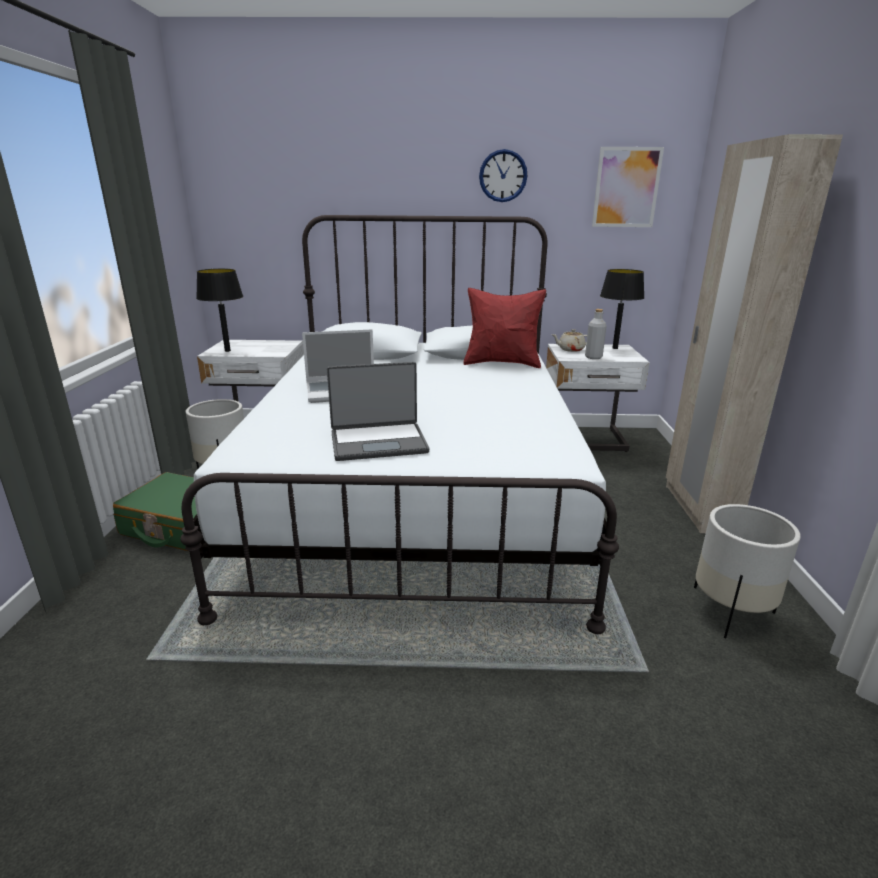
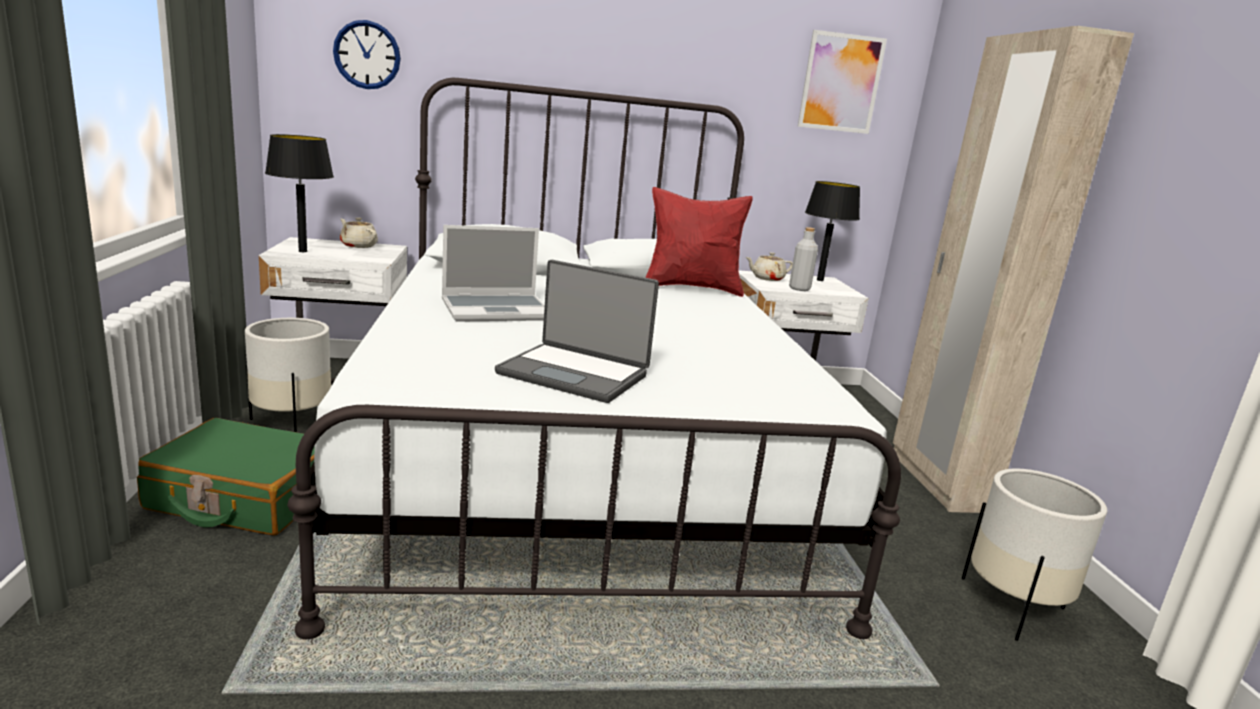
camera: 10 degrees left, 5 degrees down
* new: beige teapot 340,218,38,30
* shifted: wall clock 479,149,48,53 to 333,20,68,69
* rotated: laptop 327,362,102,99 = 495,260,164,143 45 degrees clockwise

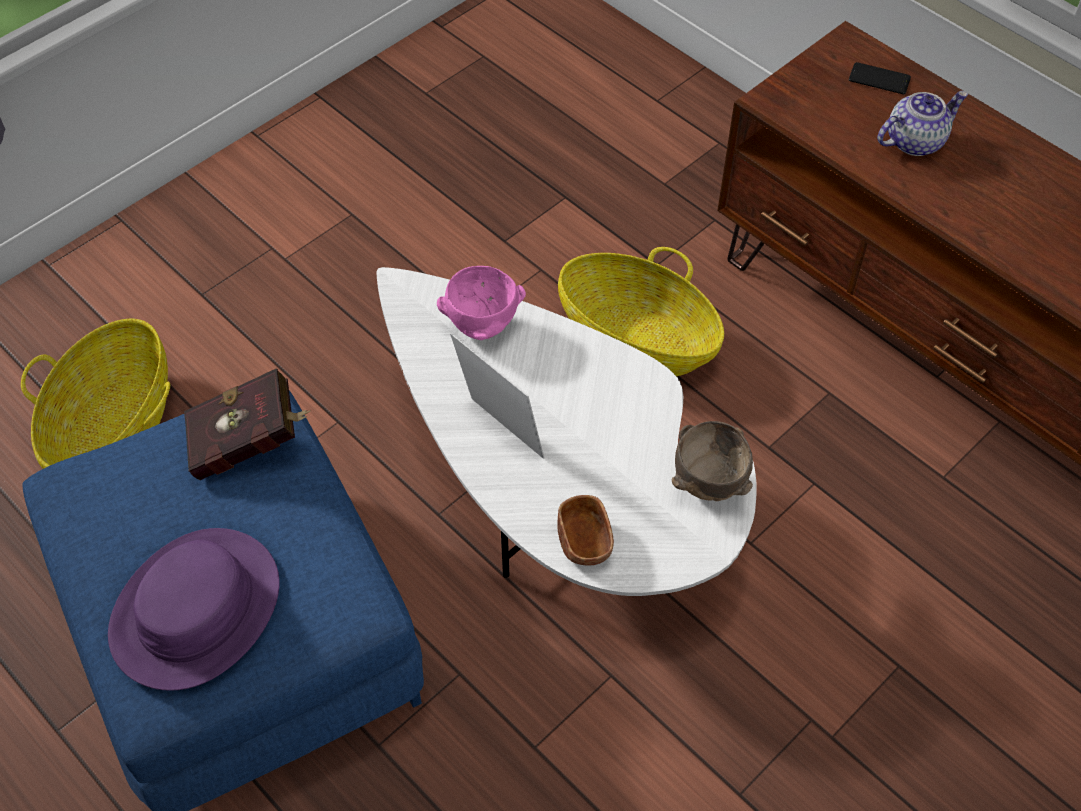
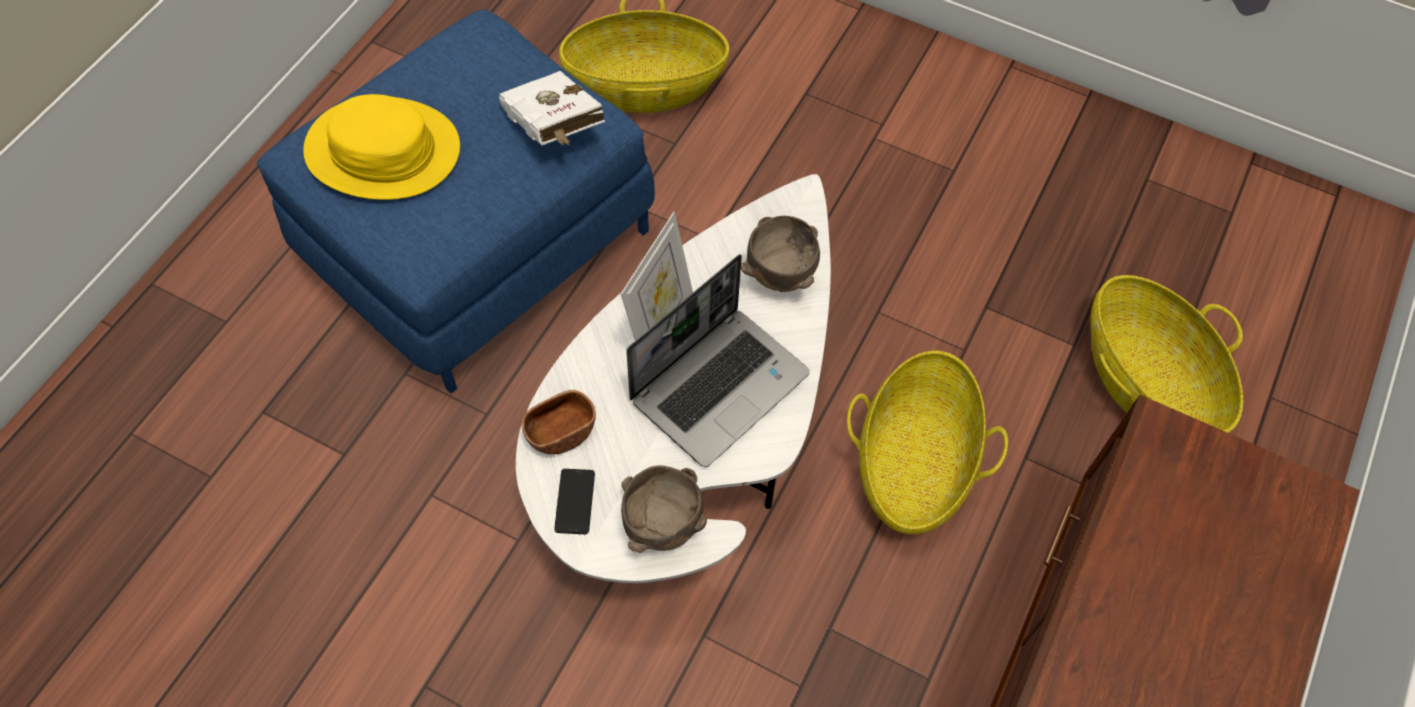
camera: 70 degrees right, 5 degrees up
* gone: teapot 877,91,91,65
* new: laptop 626,254,184,213
* new: basket 1090,275,153,158
* shifted: phone 849,62,62,32 to 554,469,41,65
* repainted: purple hat 108,528,172,163 to yellow hat 303,94,157,106
* repainted: red book 184,368,127,112 to white book 499,71,106,75
* repainted: pink bowl 437,266,89,74 to brown bowl 741,216,79,76

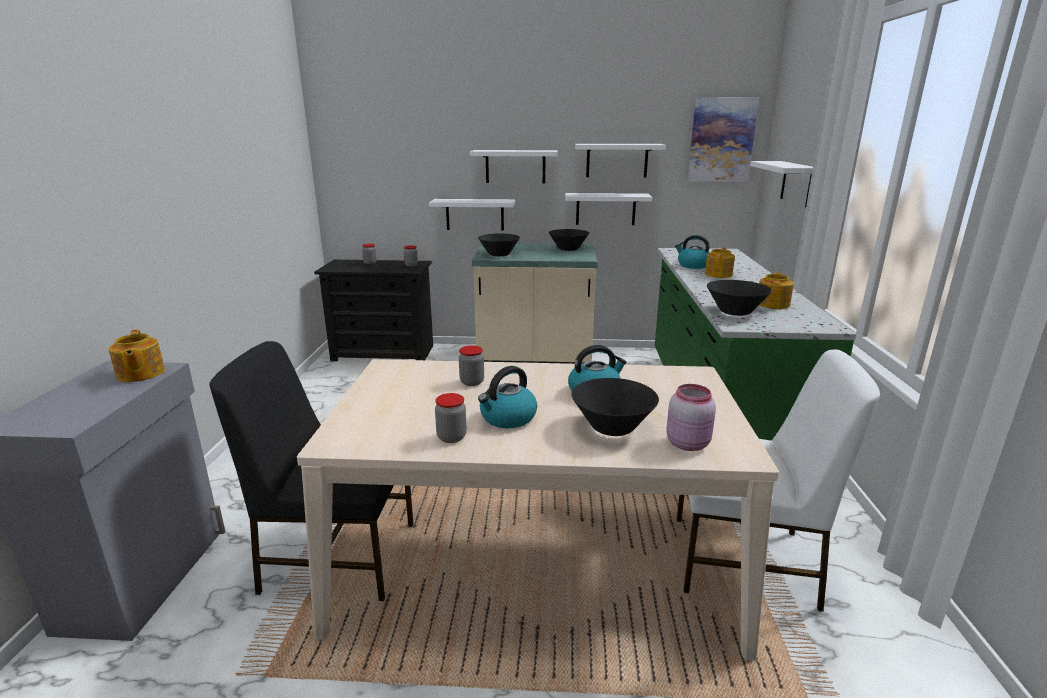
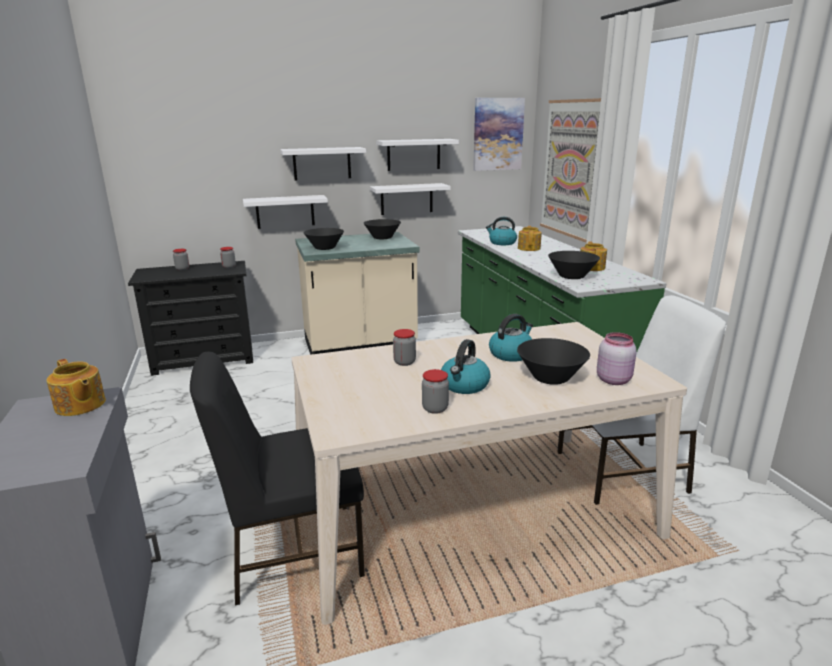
camera: 20 degrees left, 0 degrees up
* swapped: white shelf 750,161,63,47 to picture 540,98,61,144

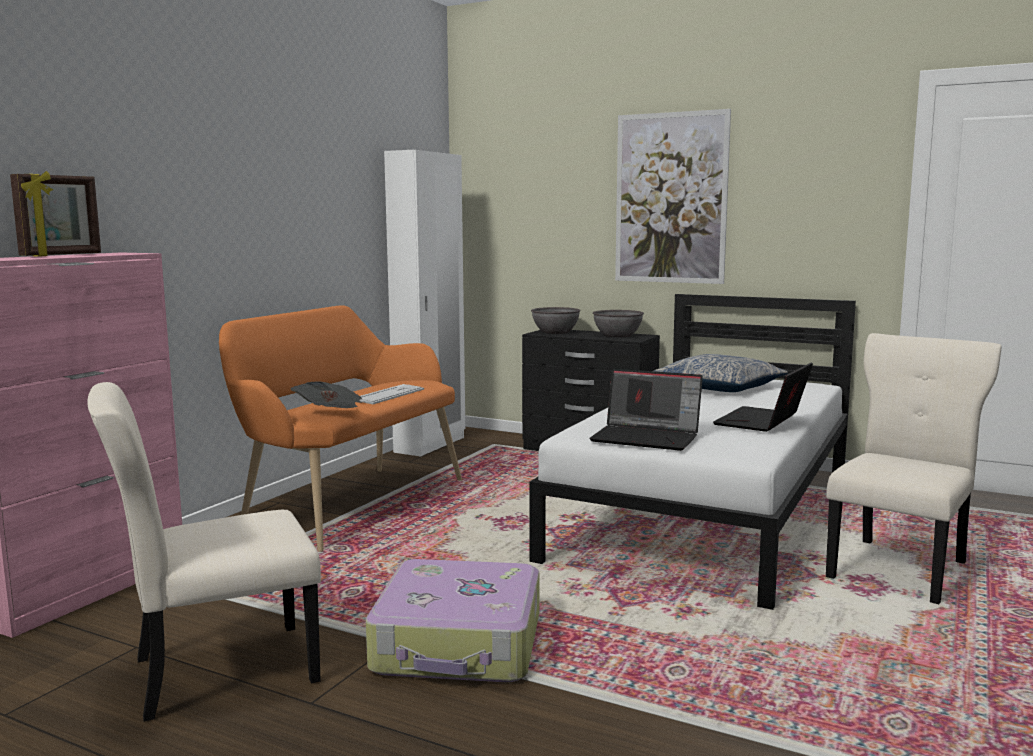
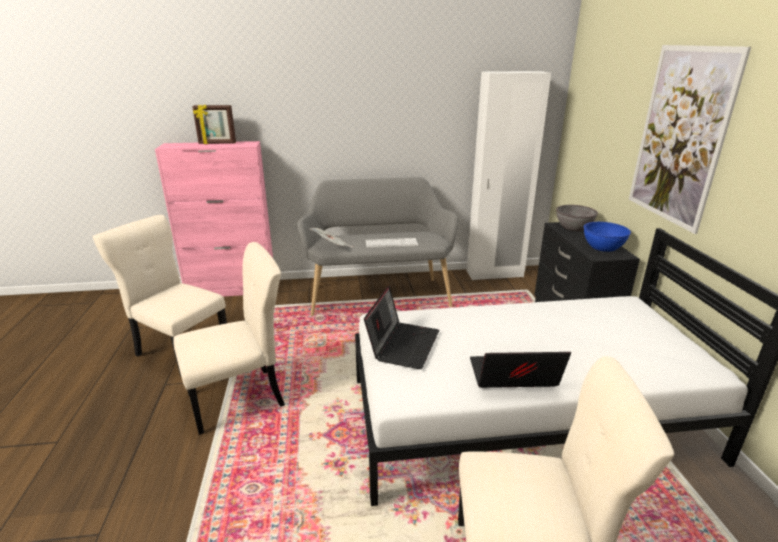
camera: 55 degrees right, 15 degrees up
* gone: pillow 654,354,134,38
* swapped: suitcase 366,559,173,123 to beige chair 173,242,112,193
* repainted: orange bench 219,305,243,247 to grey bench 297,177,161,139
* repainted: grey bowl 593,310,51,27 to blue bowl 584,222,47,30
* rotated: laptop 589,369,114,82 = 364,286,75,83 150 degrees counterclockwise

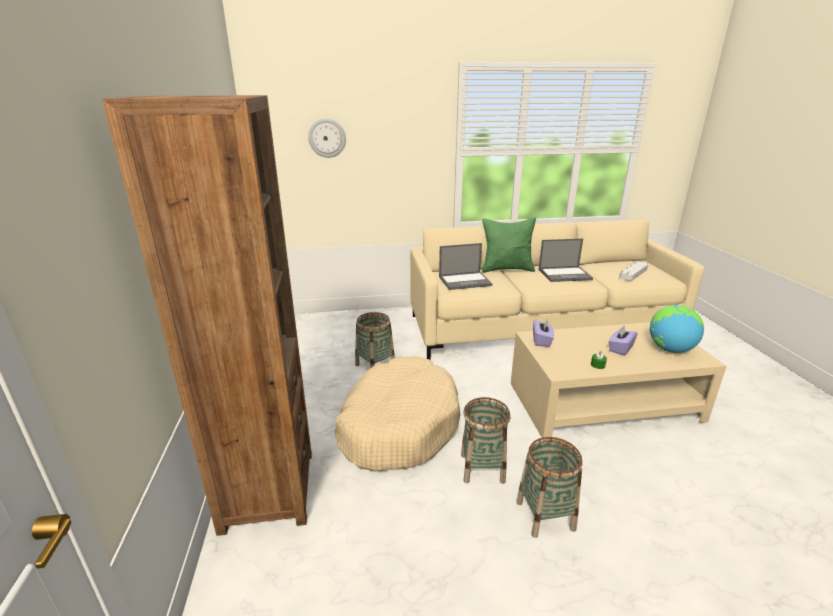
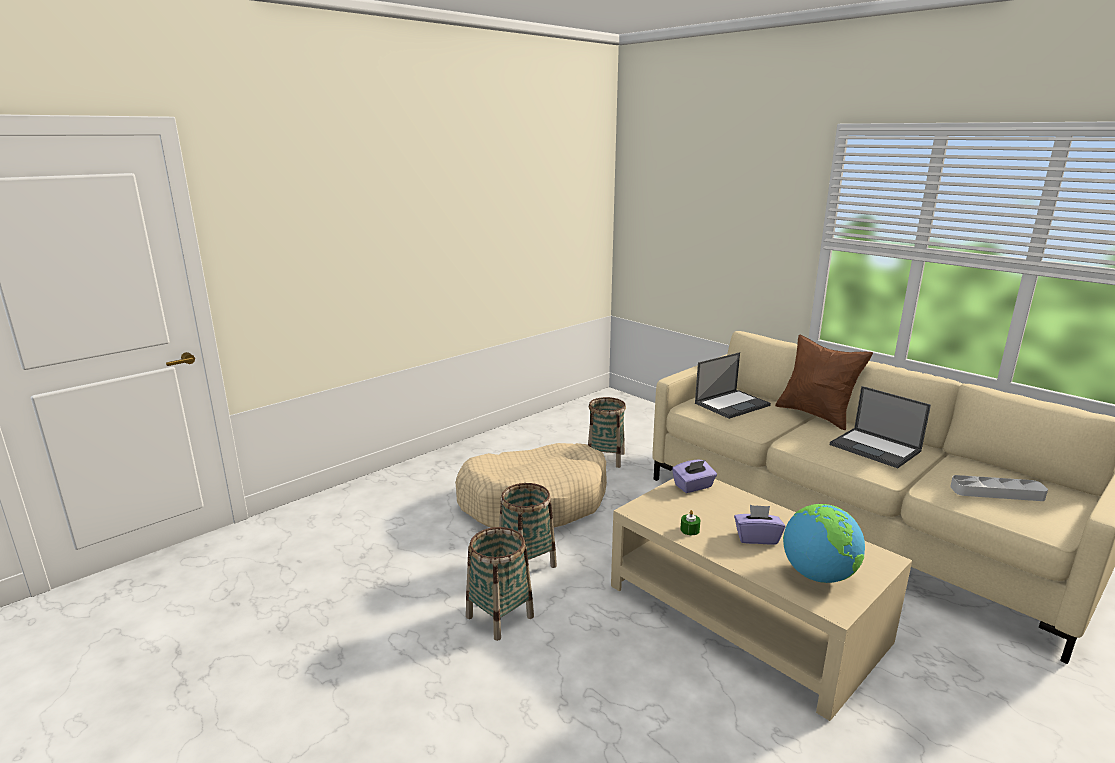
camera: 55 degrees right, 5 degrees down
* gone: brown bookcase 102,95,210,441
* gone: wall clock 308,118,38,40
* repainted: green pillow 482,217,54,56 to brown pillow 775,335,98,95
* rotated: laptop 439,243,53,47 = 695,352,76,67 75 degrees counterclockwise

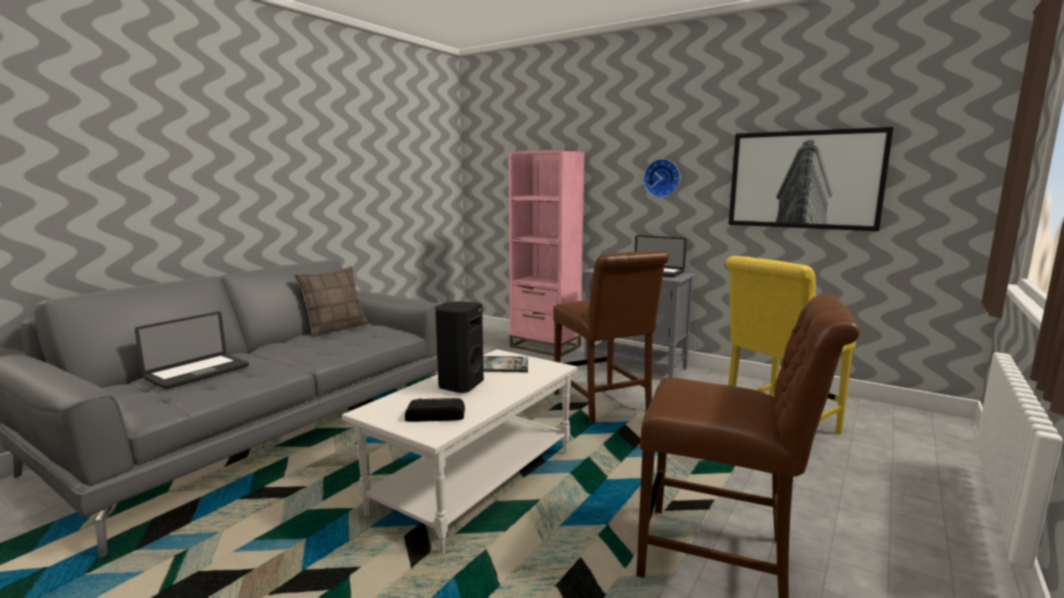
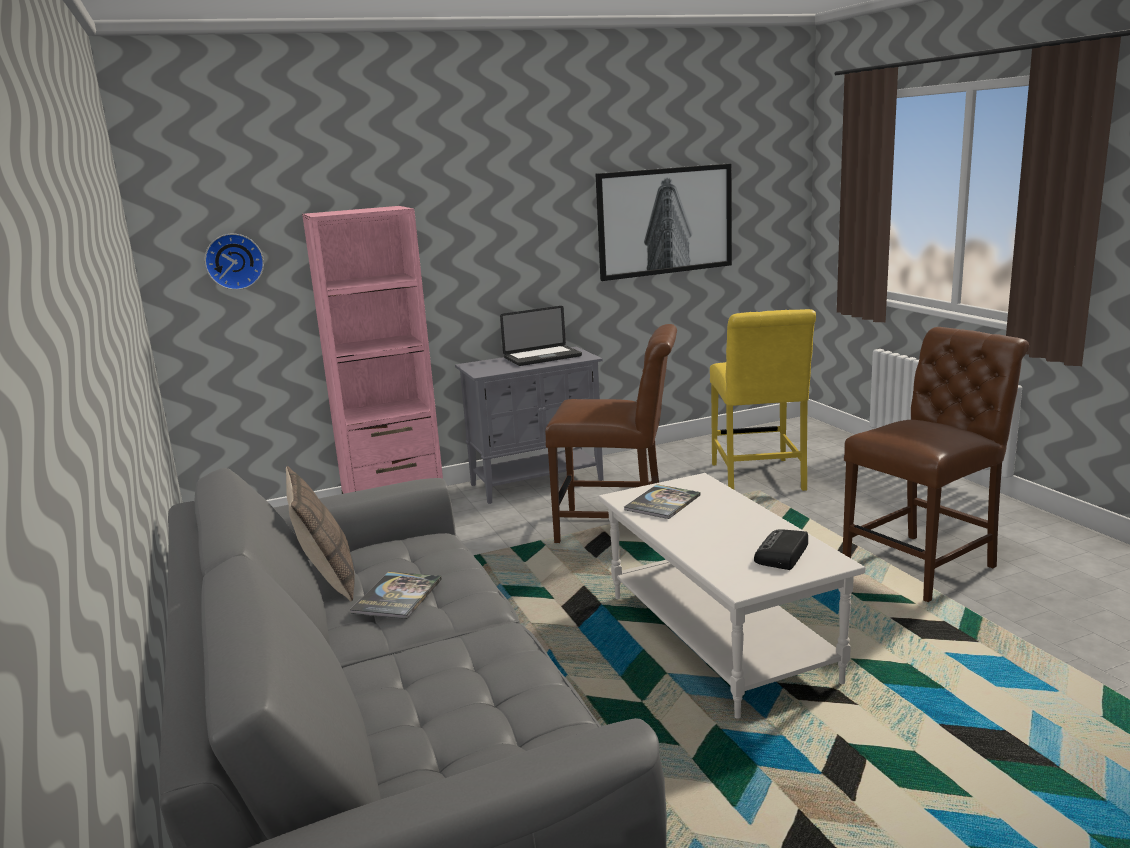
camera: 55 degrees left, 5 degrees up
* gone: laptop 135,312,114,77
* gone: black speaker 435,301,49,92
* new: book 350,572,92,47
* shifted: wall clock 643,159,37,39 to 205,234,59,56

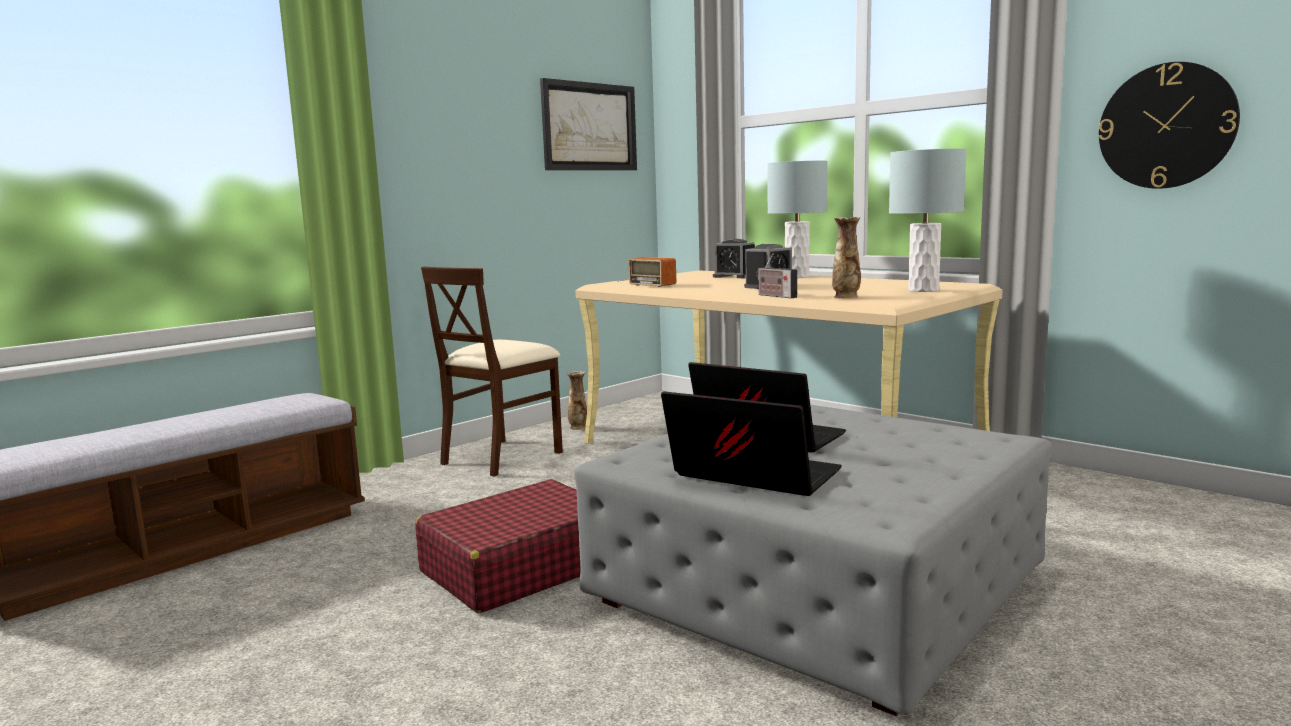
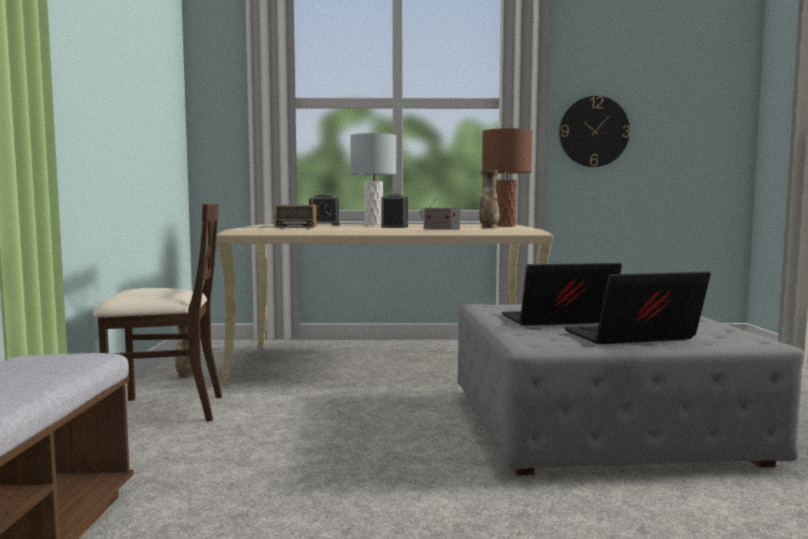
camera: 45 degrees left, 5 degrees down
* gone: red suitcase 415,479,166,134
* gone: picture 540,78,97,92
* repainted: grey table lamp 889,148,78,144 to brown table lamp 482,128,50,98
* rotated: beige chair 421,267,142,210 = 93,204,129,218 90 degrees counterclockwise

